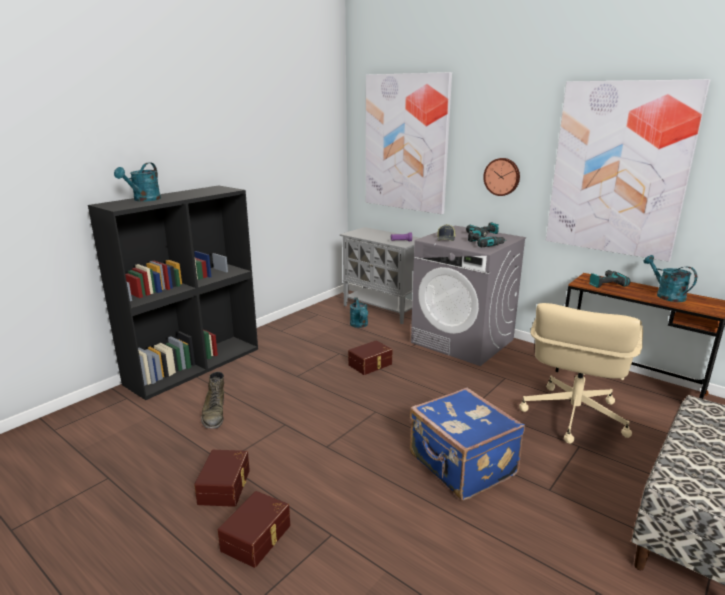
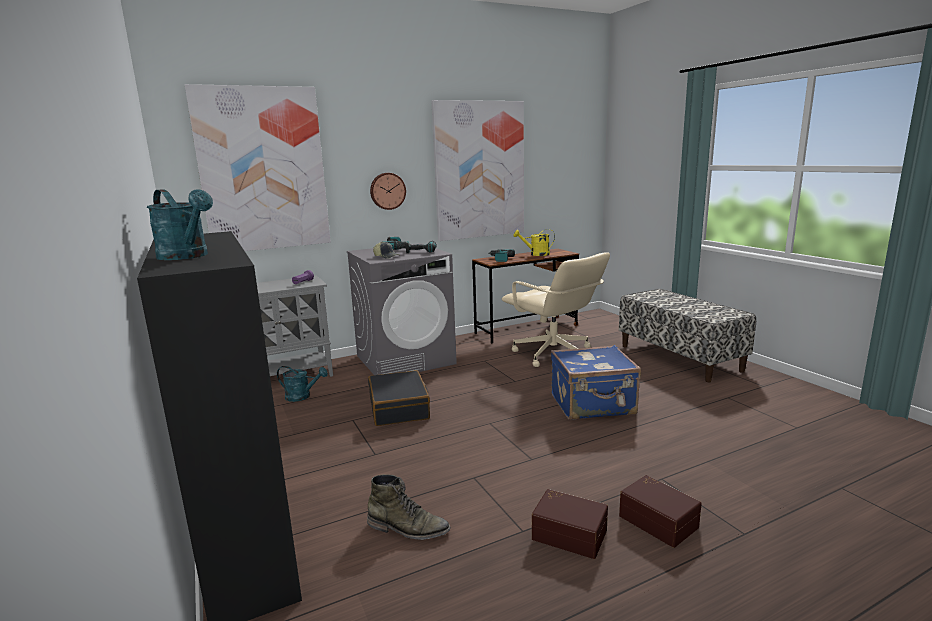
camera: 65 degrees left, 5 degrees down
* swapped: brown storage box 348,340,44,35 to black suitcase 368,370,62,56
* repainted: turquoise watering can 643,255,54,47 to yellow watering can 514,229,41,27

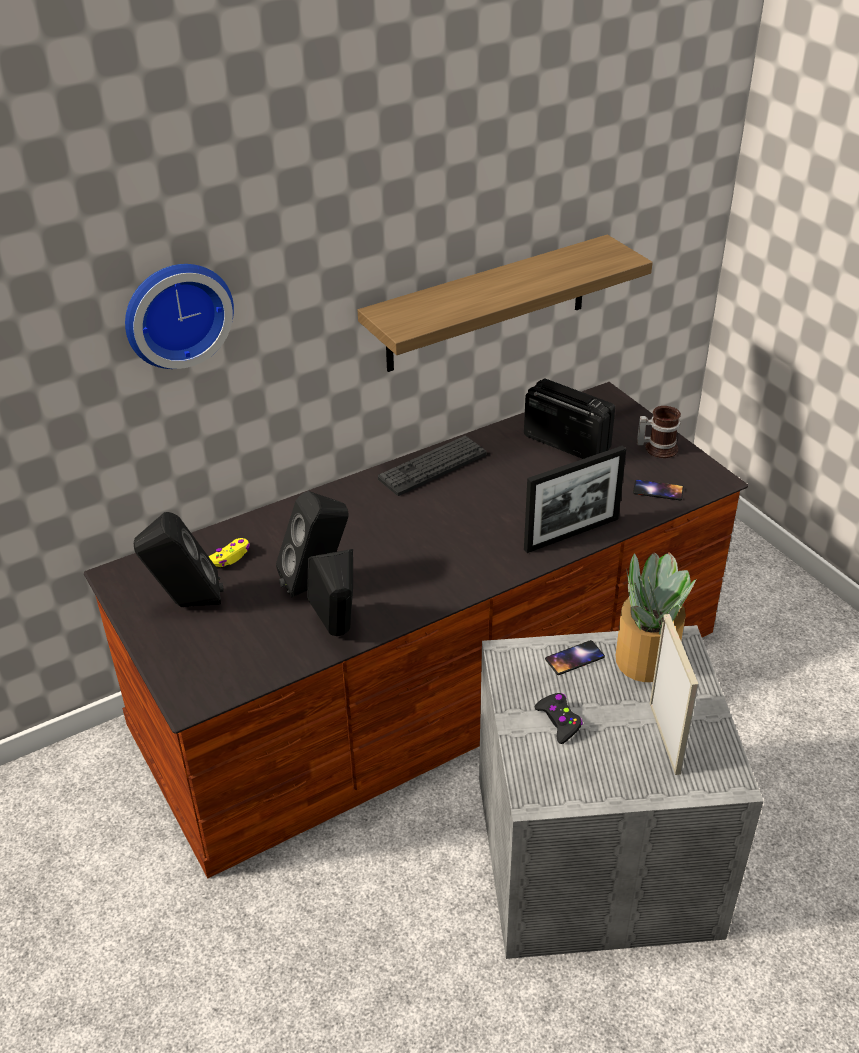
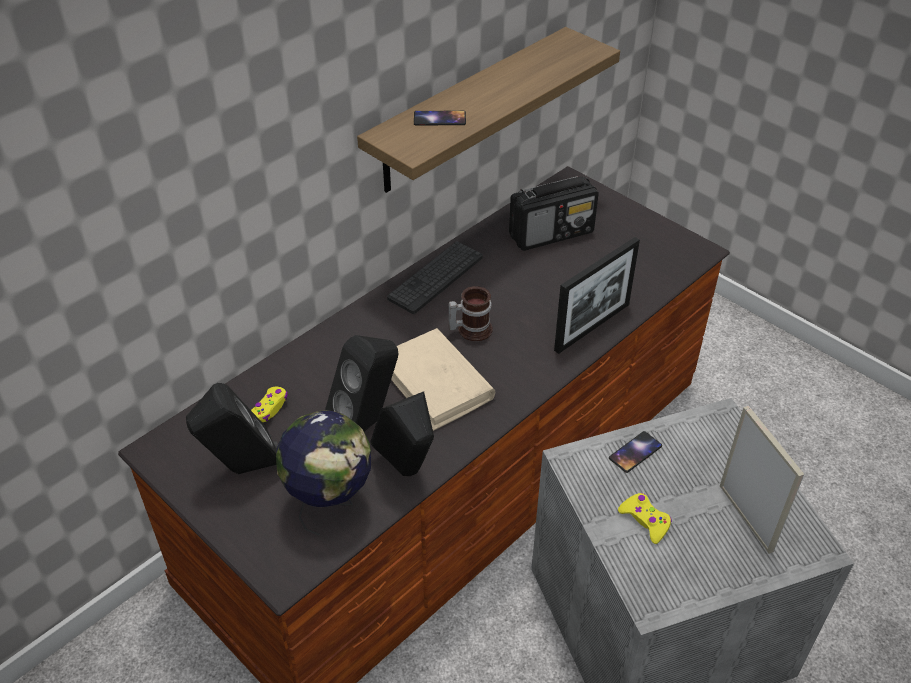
camera: 15 degrees left, 5 degrees up
* gone: wall clock 125,264,109,105
* gone: potted plant 616,552,80,130
* new: globe 276,410,95,126
* new: beige book 391,328,104,103
* shifted: phone 633,480,51,20 to 414,111,52,14
* shifted: mug 637,406,44,52 to 449,286,44,55
* repainted: black game controller 535,693,48,51 to yellow game controller 618,493,54,51
* rotated: radio 524,378,91,81 = 509,176,90,75 135 degrees clockwise

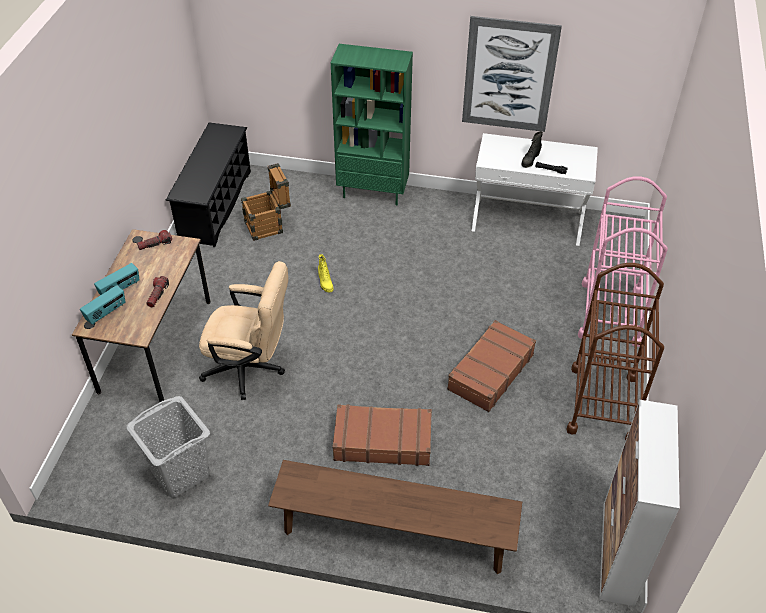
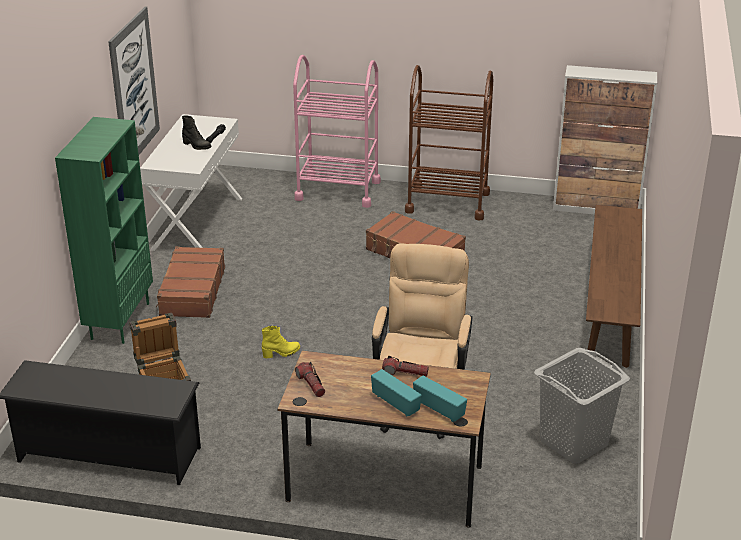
camera: 90 degrees left, 15 degrees down
* shifted: brown suitcase 332,405,100,61 to 156,246,69,72

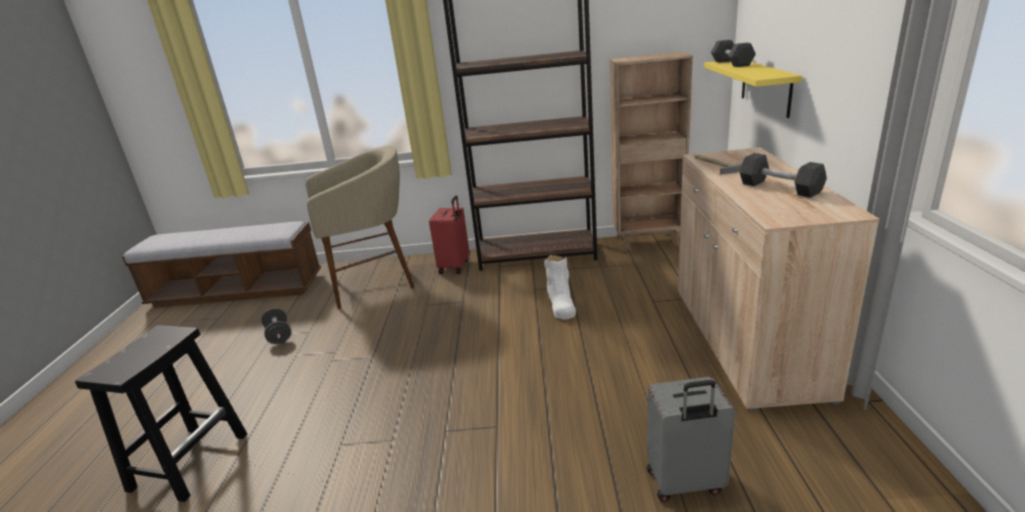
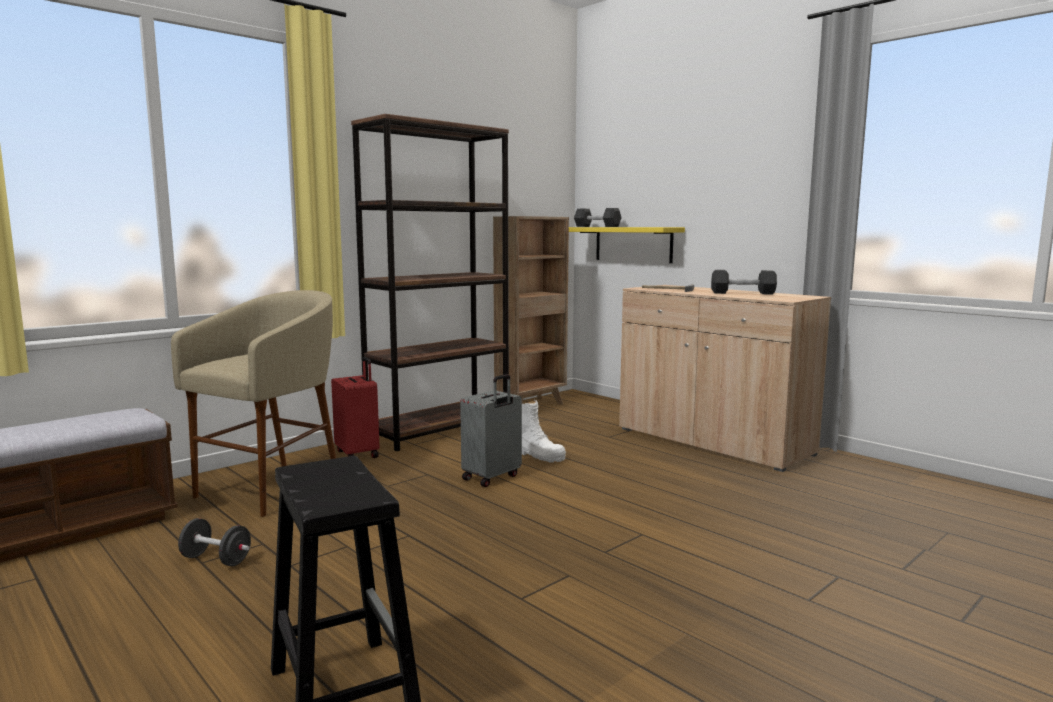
camera: 45 degrees left, 15 degrees down
* shifted: grey suitcase 647,377,88,125 to 460,374,62,113

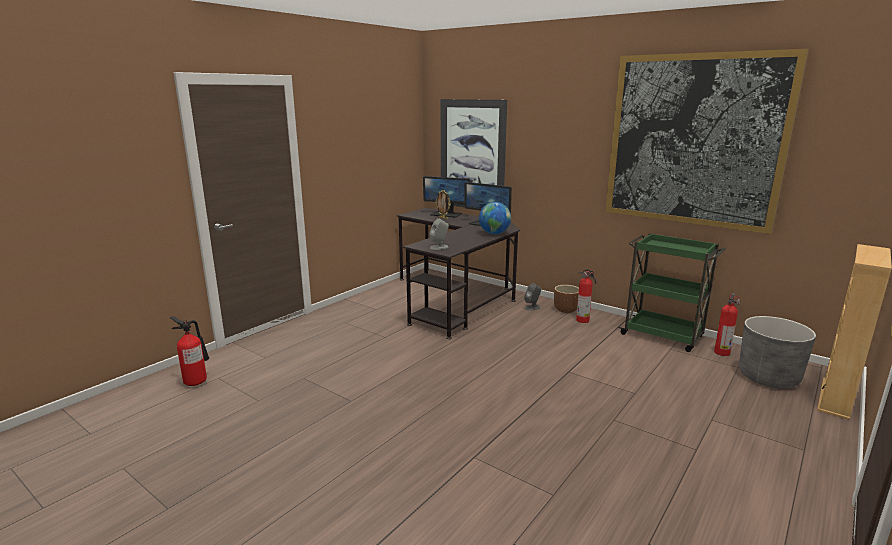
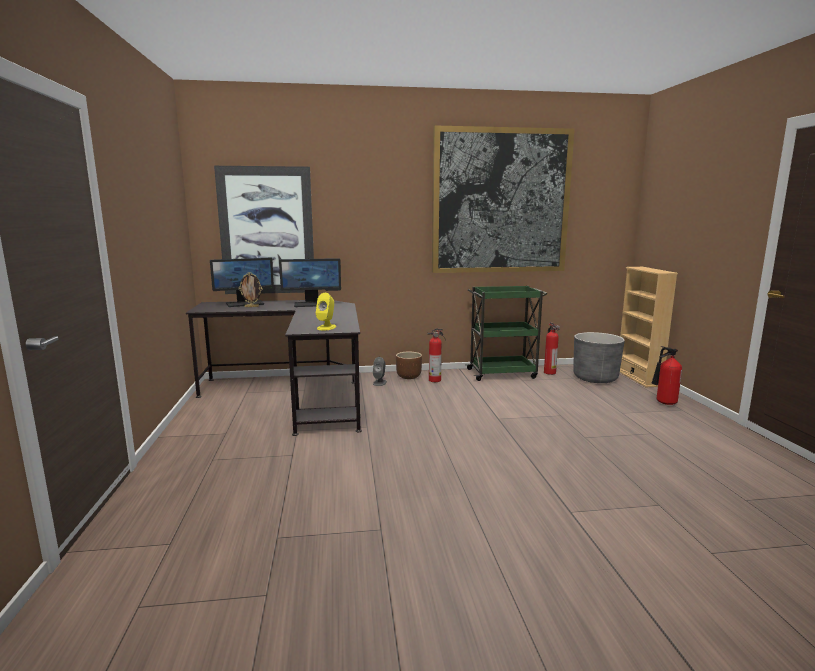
camera: 45 degrees left, 5 degrees down
* gone: globe 479,202,32,32
* shifted: fire extinguisher 170,316,39,70 to 652,346,30,59
* repainted: grey speaker 429,219,20,31 to yellow speaker 316,293,20,37

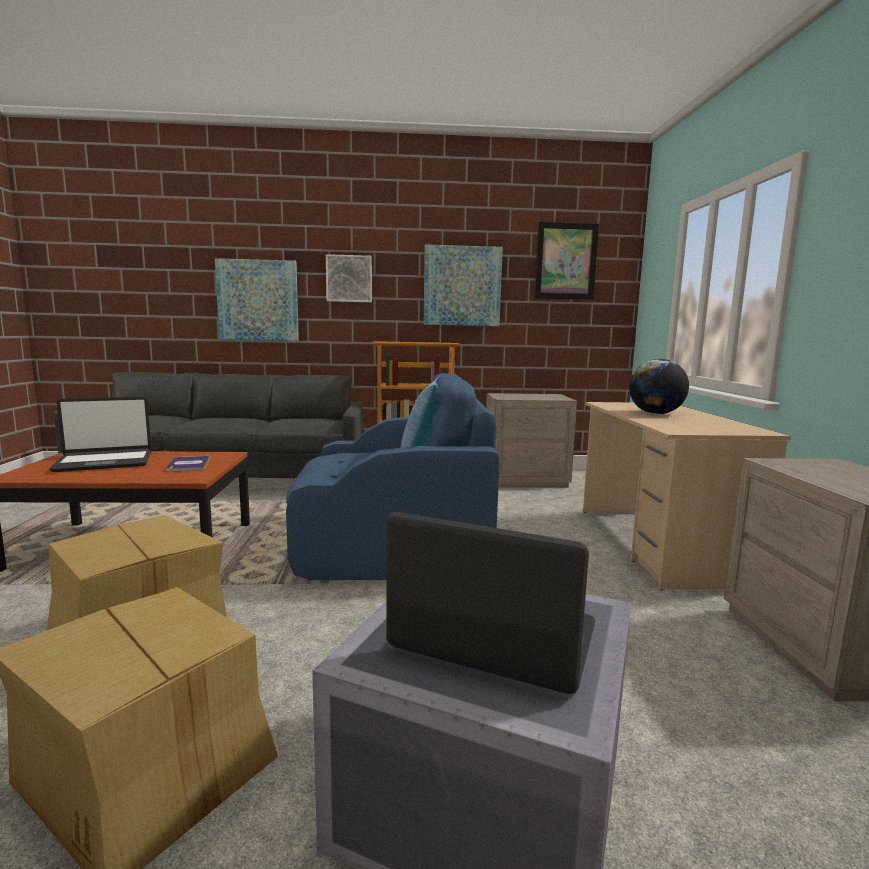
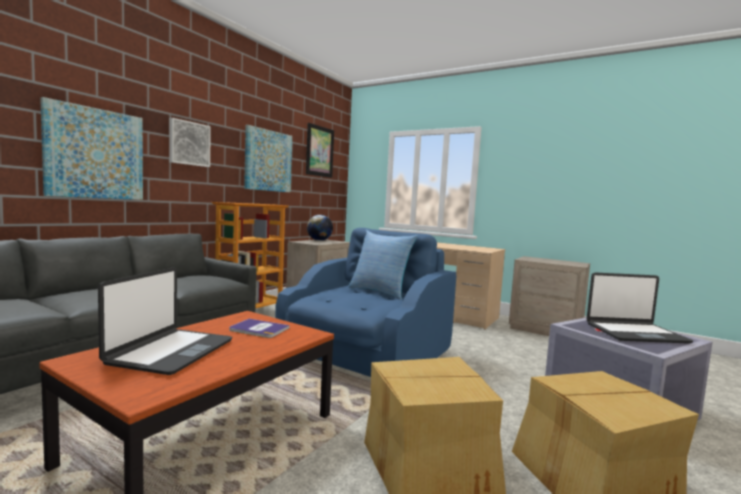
camera: 55 degrees left, 5 degrees down
* shifted: globe 629,359,60,55 to 307,215,26,26
* rotated: laptop 386,512,209,182 = 586,272,107,71 150 degrees counterclockwise

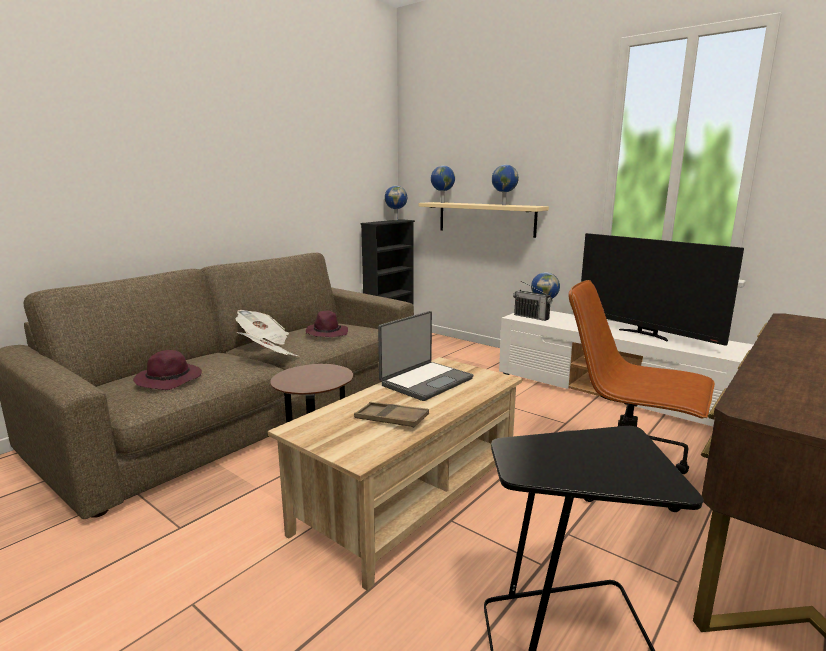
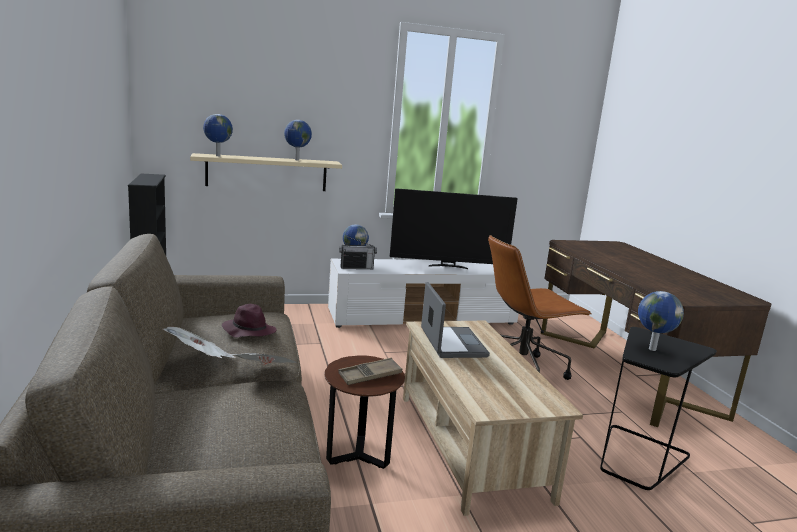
camera: 55 degrees left, 0 degrees up
* gone: purple hat 133,350,69,40
* shifted: brown tray 354,402,75,26 to 338,358,64,27
* shifted: globe 385,186,22,34 to 638,291,46,60

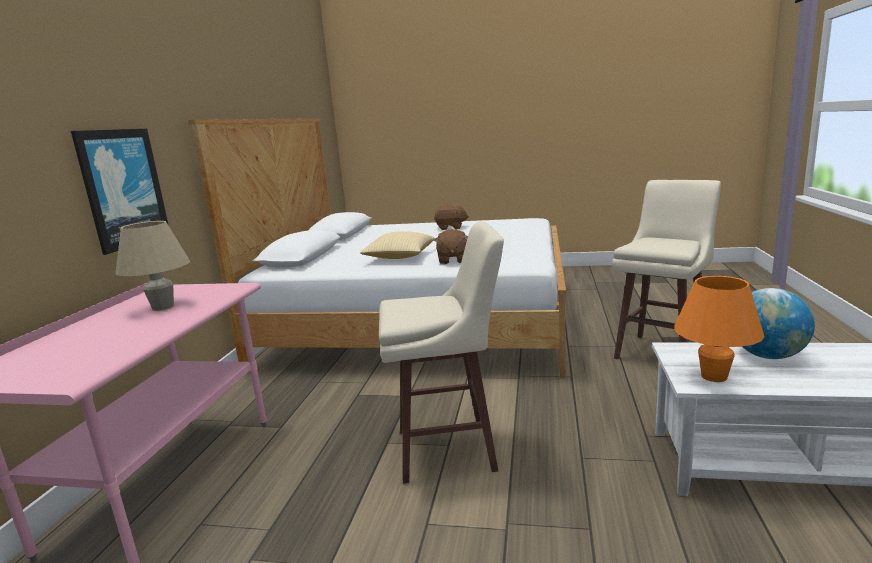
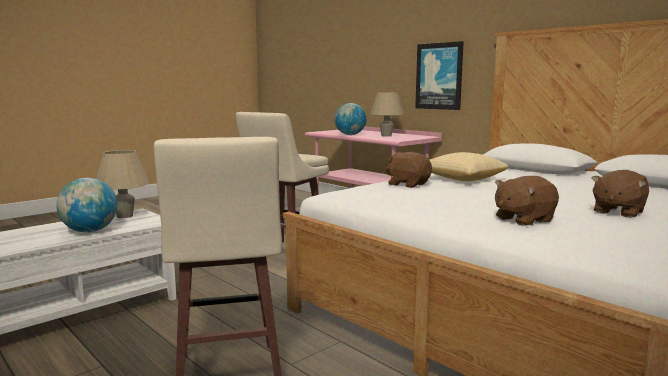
camera: 125 degrees right, 5 degrees down
* new: globe 335,103,31,32
* new: brown plush toy 495,176,64,50
* repainted: orange table lamp 674,276,90,106 to beige table lamp 96,150,54,68

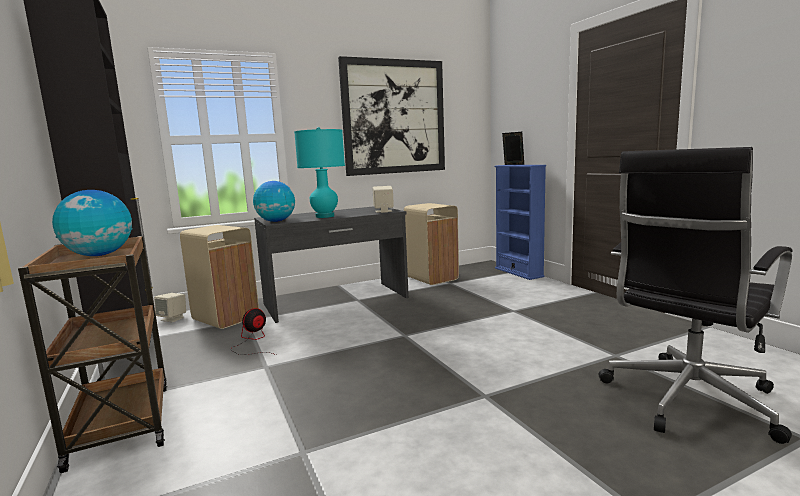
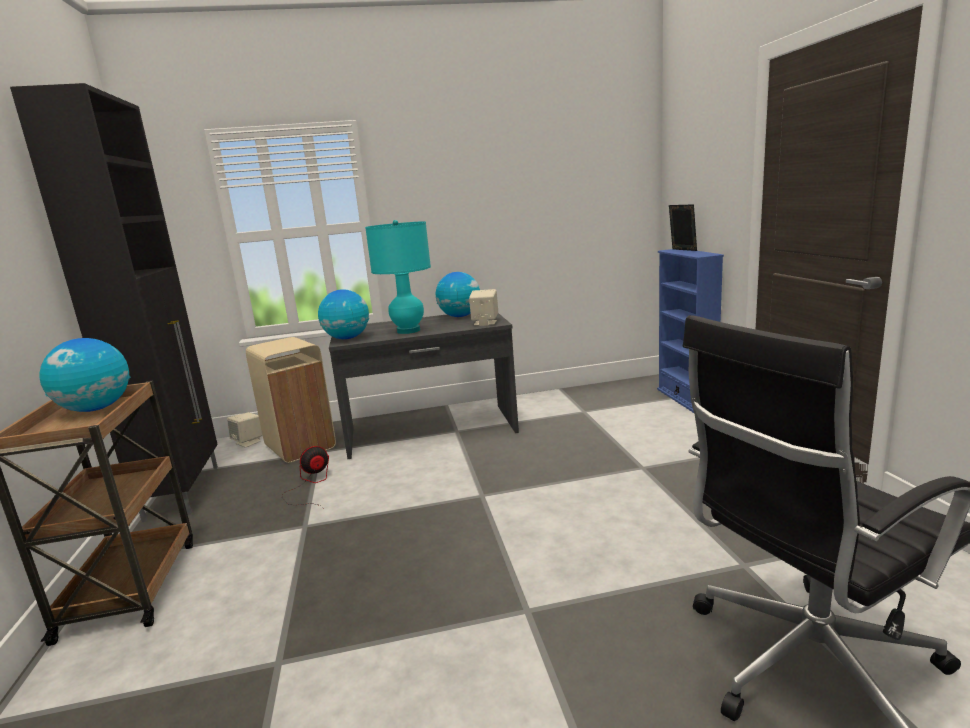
camera: 15 degrees right, 5 degrees up
* gone: picture 338,56,107,120
* gone: beige trash can 404,203,55,82
* new: globe 436,272,44,45

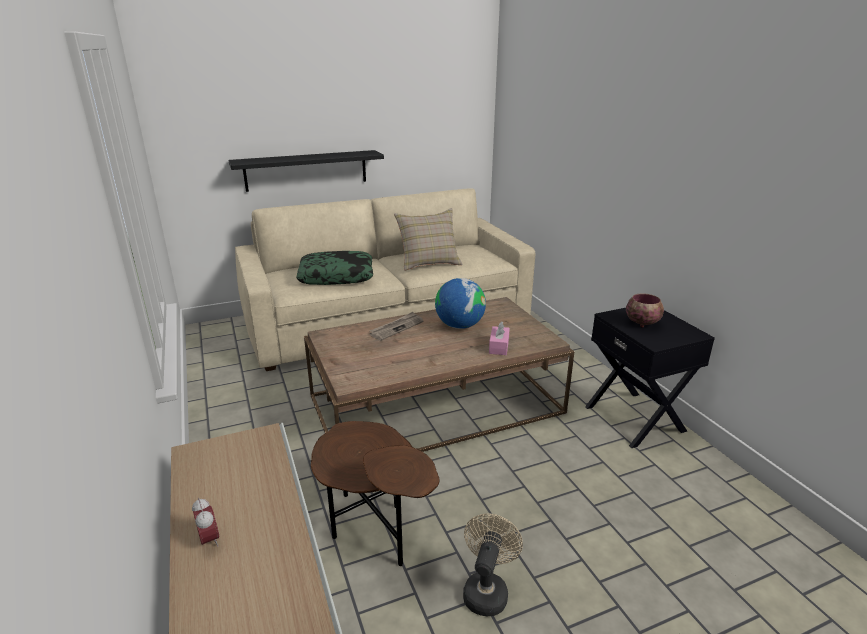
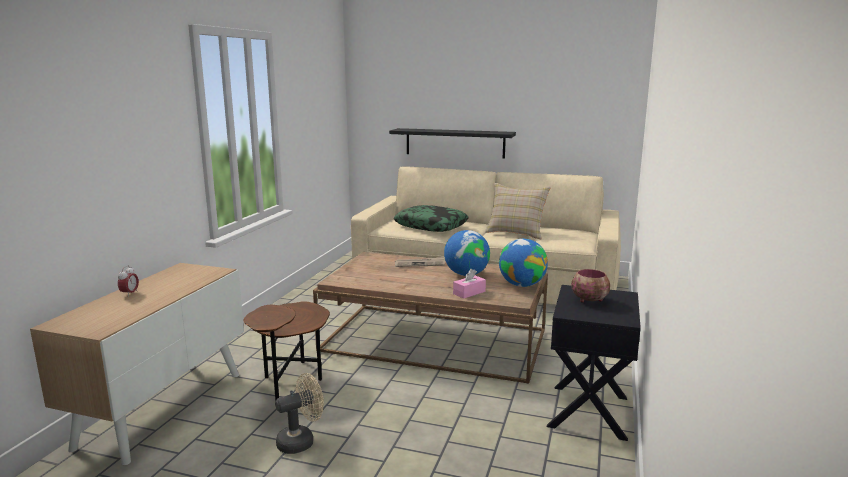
camera: 40 degrees right, 10 degrees down
* new: globe 499,239,49,48

